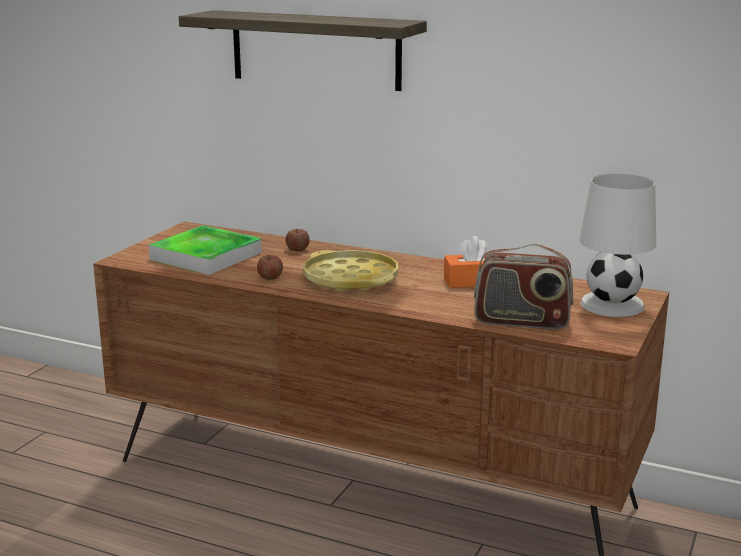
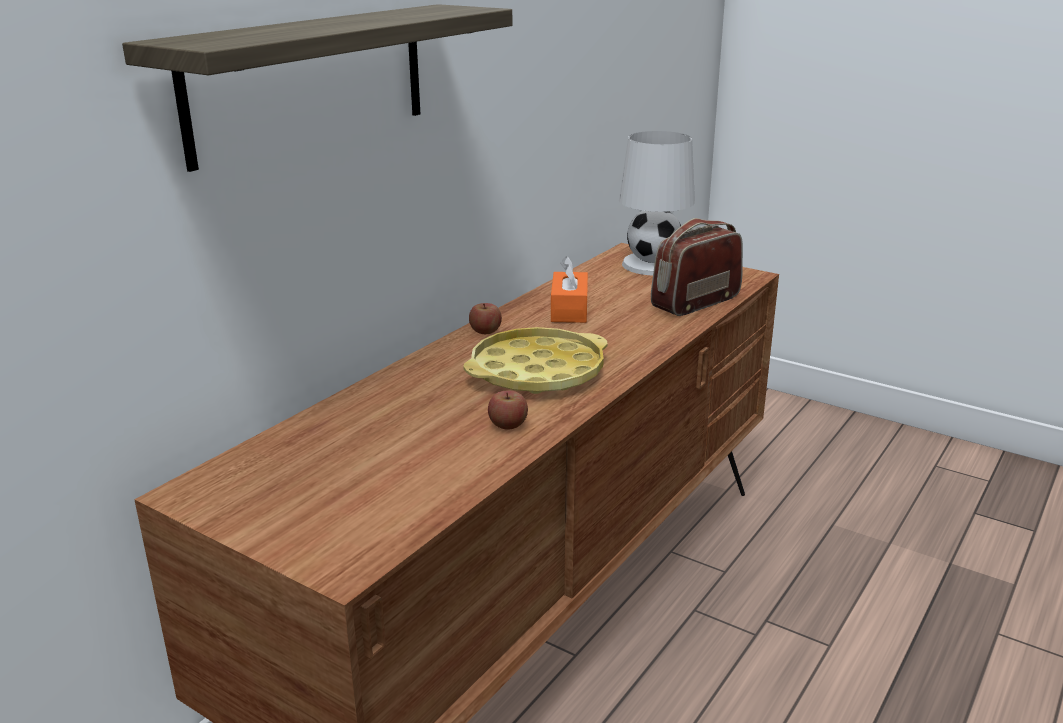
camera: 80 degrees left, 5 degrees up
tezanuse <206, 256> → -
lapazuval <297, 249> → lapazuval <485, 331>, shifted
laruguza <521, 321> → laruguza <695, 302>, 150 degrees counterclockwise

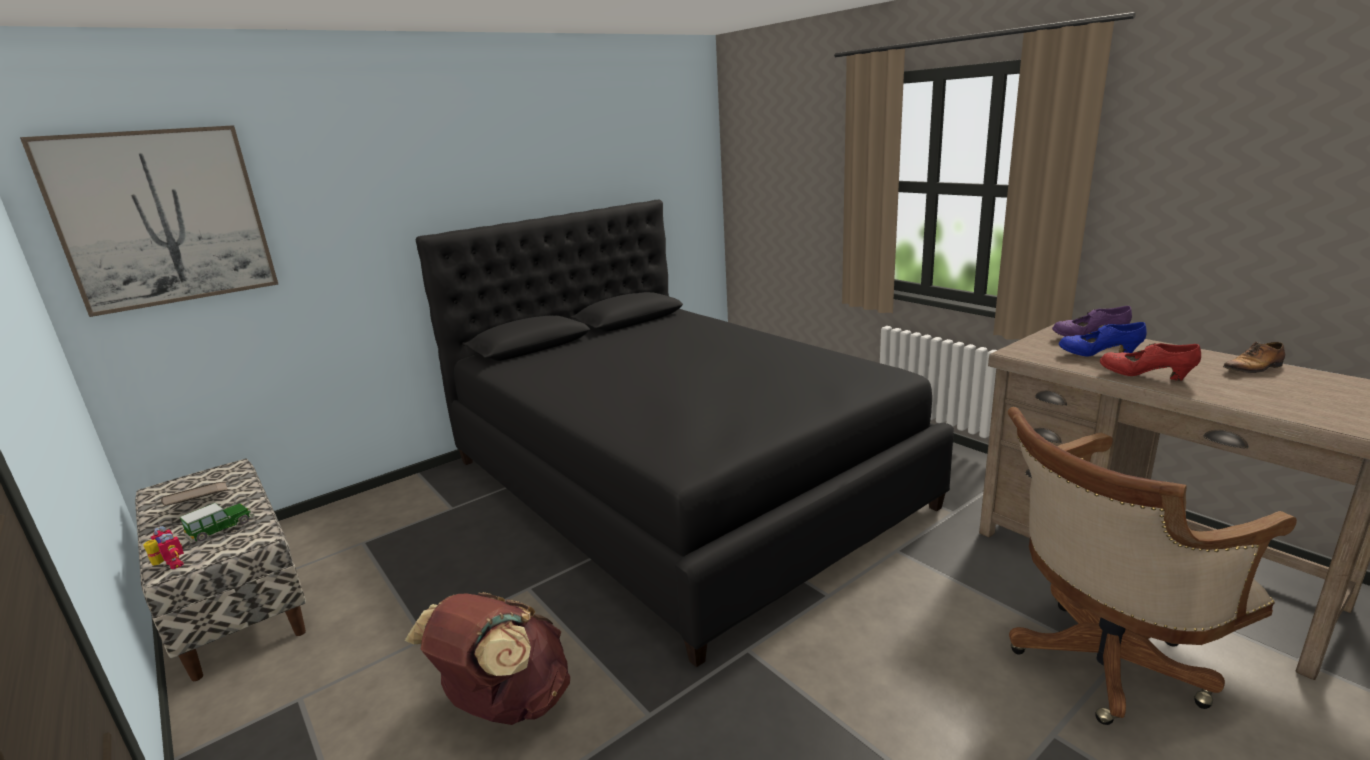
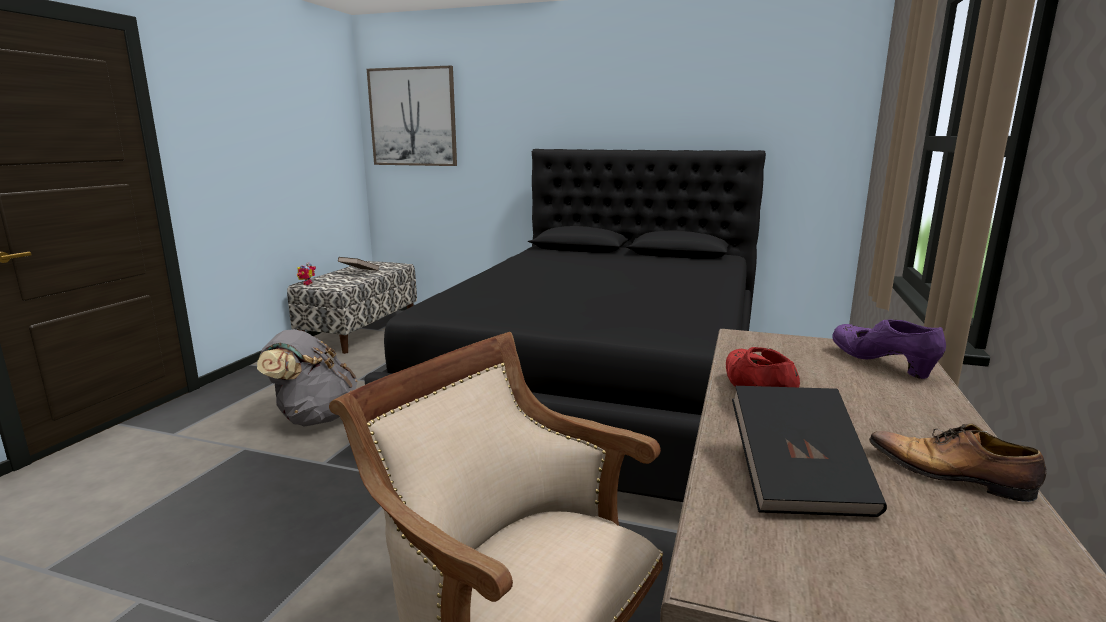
camera: 55 degrees right, 5 degrees down
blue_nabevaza <1098, 355> → -
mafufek <221, 528> → -
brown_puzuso <506, 704> → grey_puzuso <314, 418>
- → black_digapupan <798, 480>

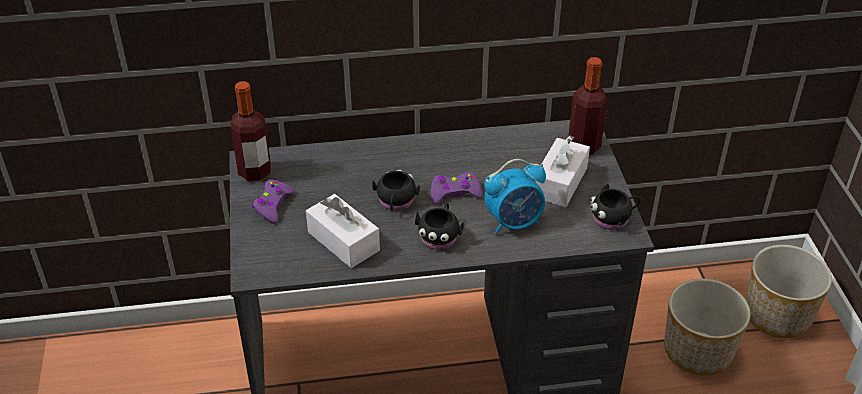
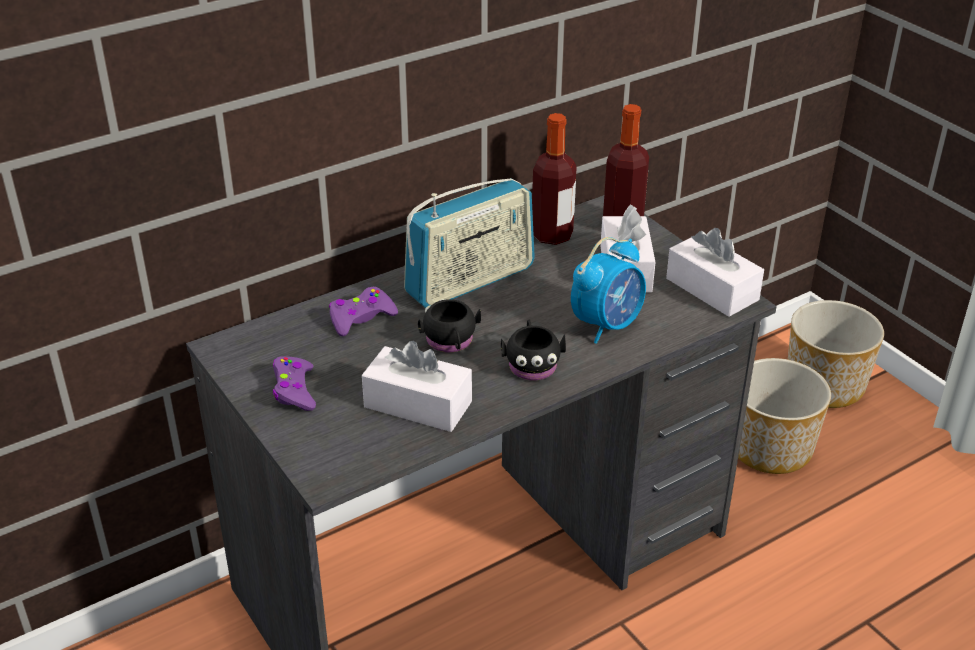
camera: 25 degrees left, 5 degrees down
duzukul <255, 172> → duzukul <552, 235>, shifted
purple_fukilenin <454, 193> → purple_fukilenin <361, 318>, shifted
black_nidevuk <613, 218> → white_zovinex <712, 289>
- → laruguza <470, 281>

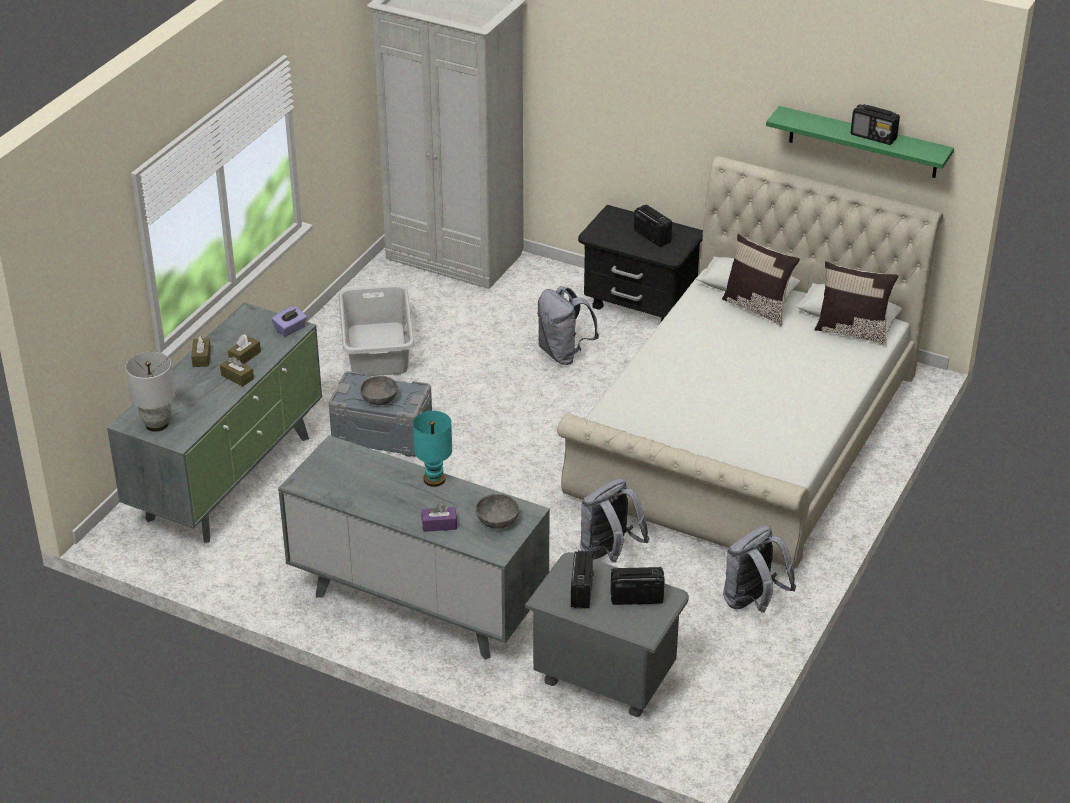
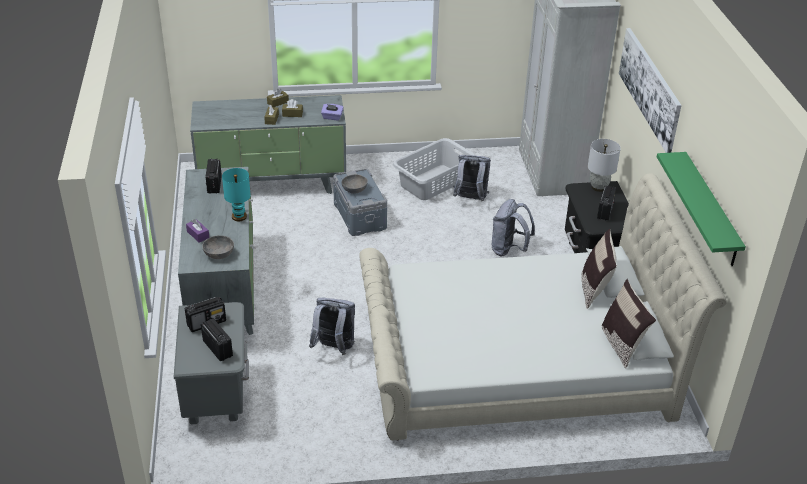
camera: 55 degrees right, 0 degrees up
laruguza <874, 137> → laruguza <214, 185>, shifted
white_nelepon <156, 424> → white_nelepon <598, 187>, shifted
grey_puzuso <753, 602> → grey_puzuso <470, 199>, shifted
- → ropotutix <649, 88>

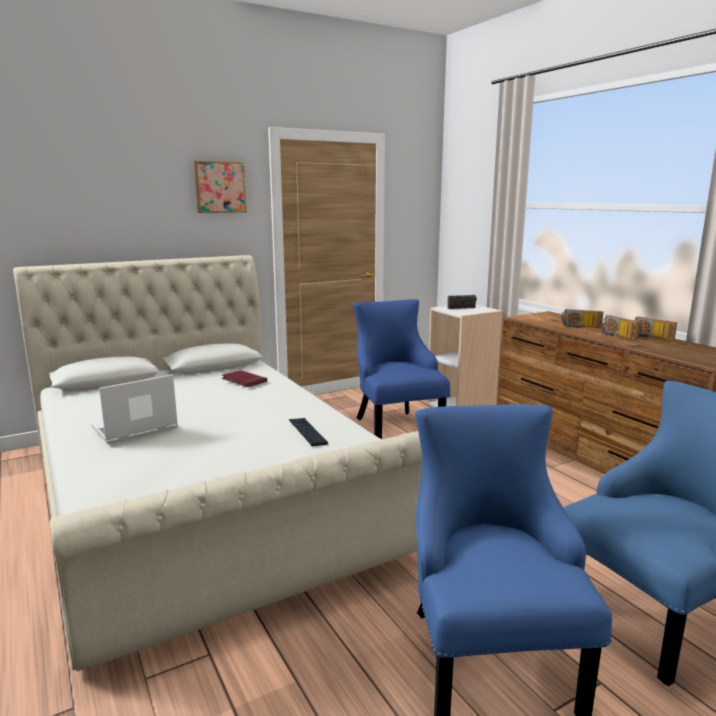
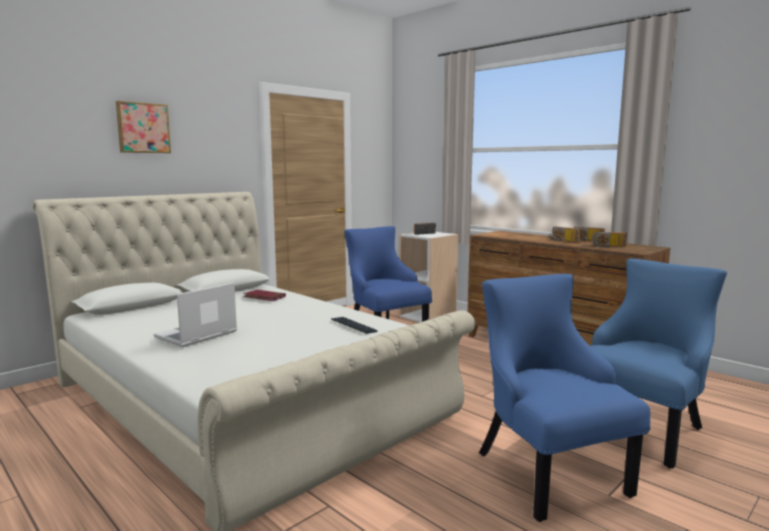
camera: 15 degrees left, 5 degrees down
ropotutix <220, 187> → ropotutix <143, 128>, shifted
laruguza <580, 327> → laruguza <609, 246>, shifted

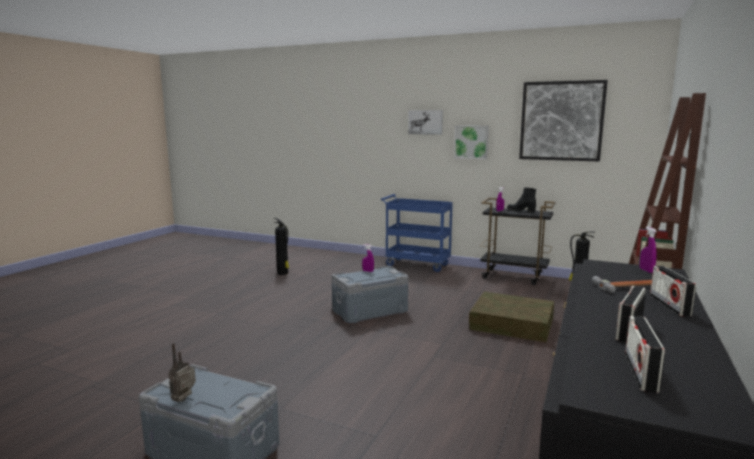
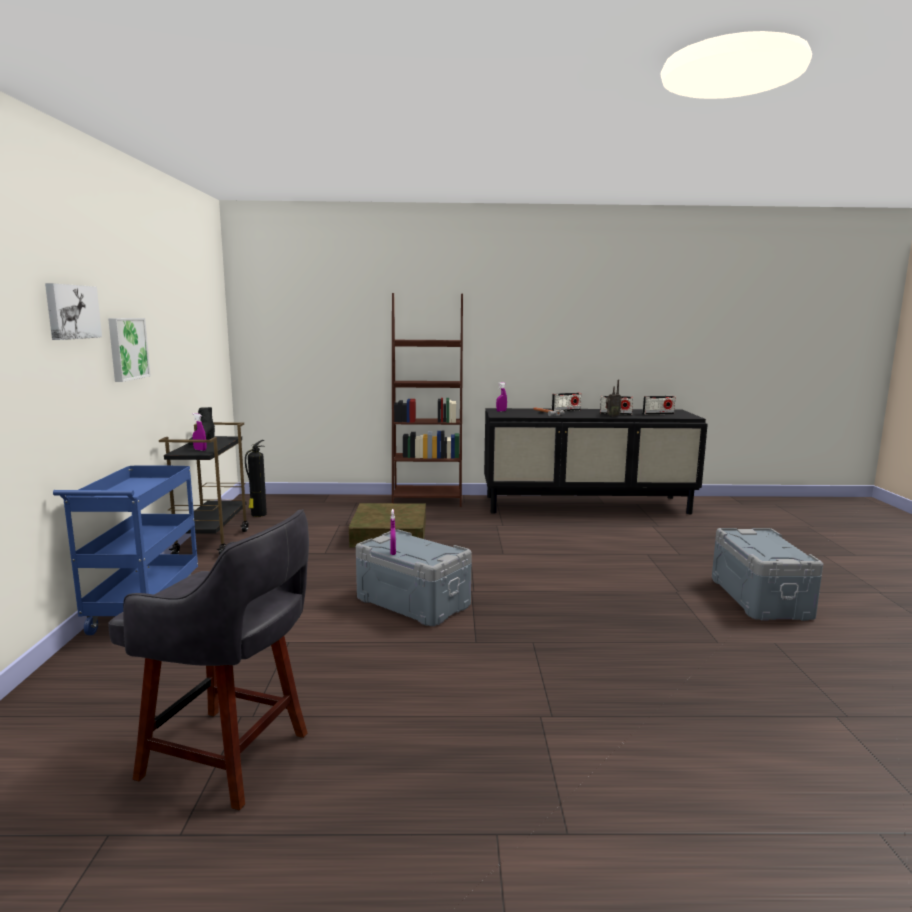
camera: 115 degrees left, 0 degrees up
ropotutix <561, 121> → -
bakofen <283, 273> → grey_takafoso <230, 758>
laruguza <185, 400> → laruguza <612, 416>, shifted

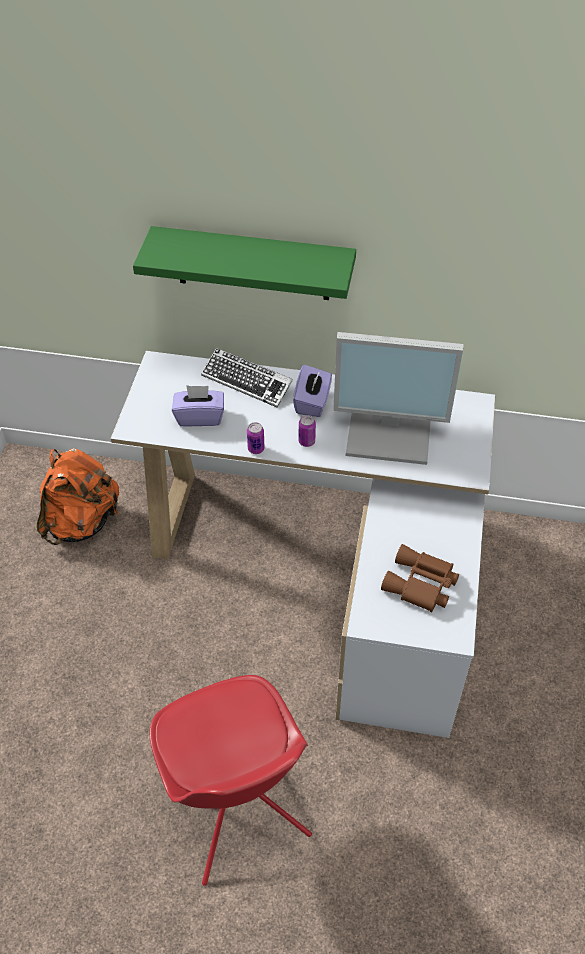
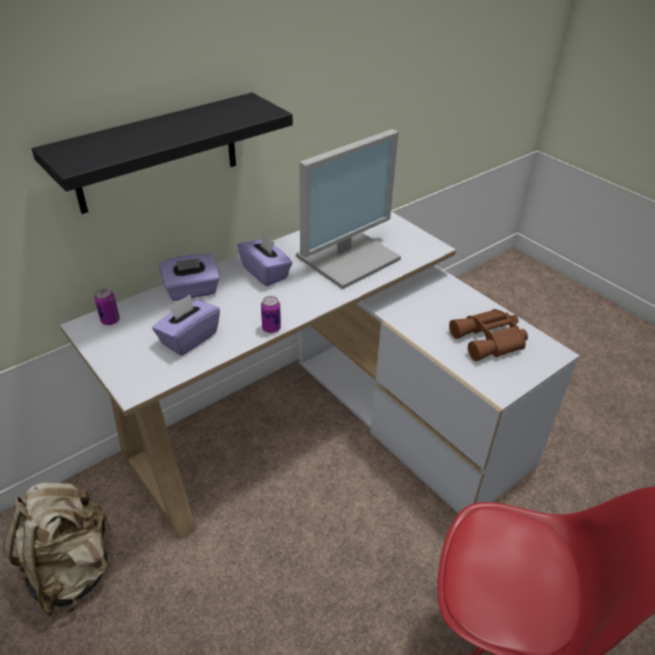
camera: 50 degrees left, 10 degrees down
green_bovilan <253, 264> → black_bovilan <157, 153>
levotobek <247, 381> → purple_zovinex <192, 291>
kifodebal <306, 441> → kifodebal <110, 320>, shifted
orange_puzuso <82, 522> → beige_puzuso <71, 570>

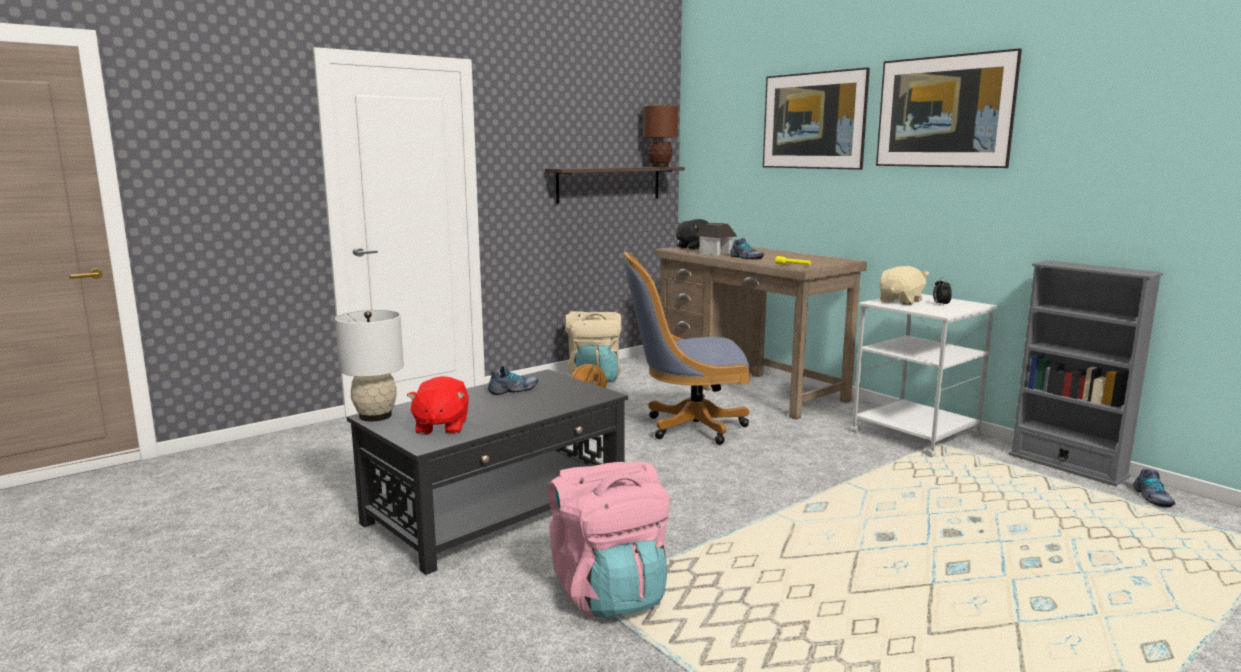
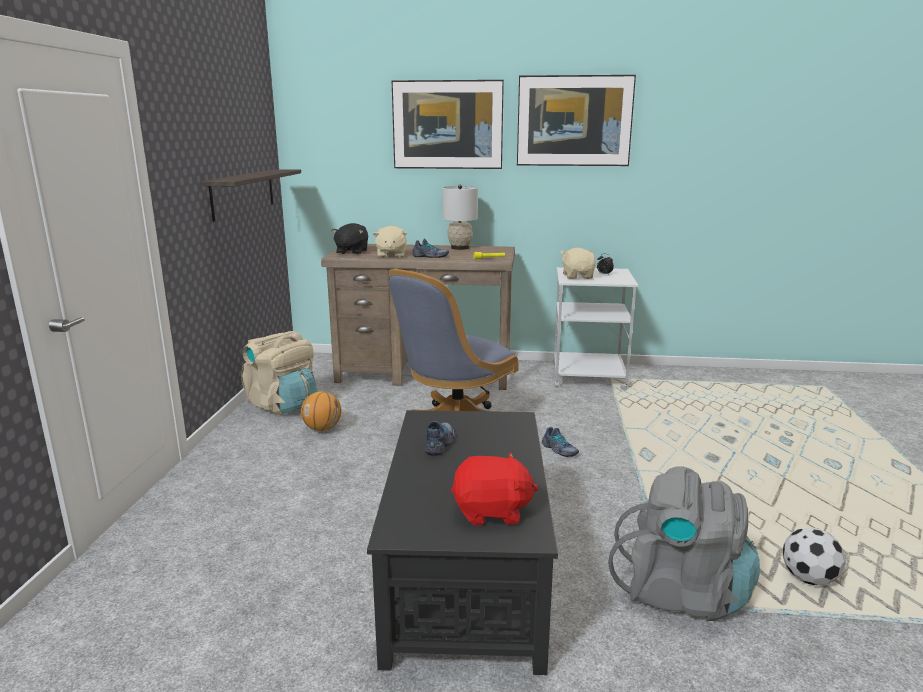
camera: 45 degrees left, 5 degrees up
brown_nelepon <659, 166> → -
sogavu <715, 253> → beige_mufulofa <391, 255>
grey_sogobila <1067, 465> → -
white_nelepon <375, 416> → white_nelepon <460, 248>, shifted
red_mufulofa <441, 427> → red_mufulofa <492, 512>, 45 degrees counterclockwise
pink_puzuso <609, 592> → grey_puzuso <681, 592>
nabevaza <1152, 498> → nabevaza <559, 450>, shifted
- → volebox <808, 579>

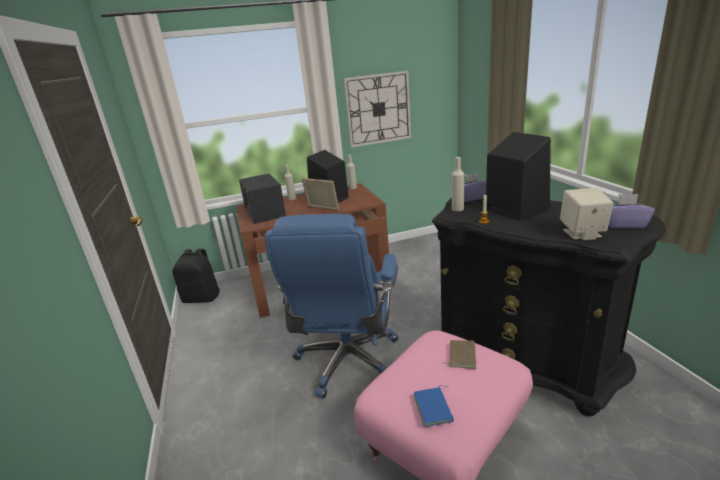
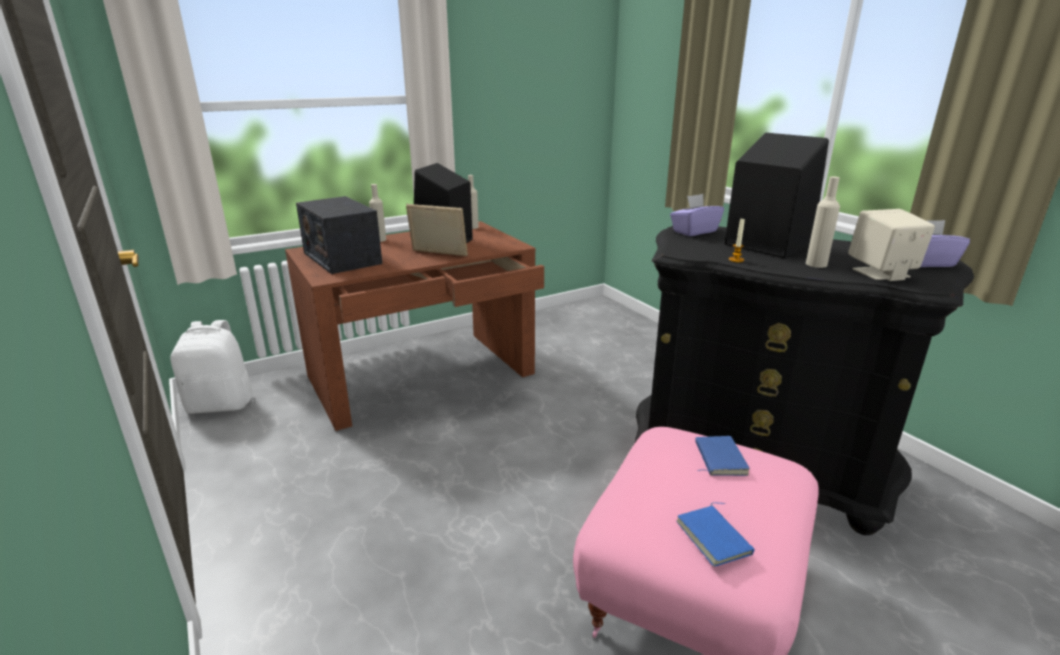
camera: 15 degrees left, 0 degrees up
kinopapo <378, 109> → -
beige_duzukul <457, 209> → beige_duzukul <816, 264>, shifted
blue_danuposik <348, 360> → -
black_puzuso <202, 298> → white_puzuso <221, 404>
brown_digapupan <461, 355> → blue_digapupan <718, 458>

